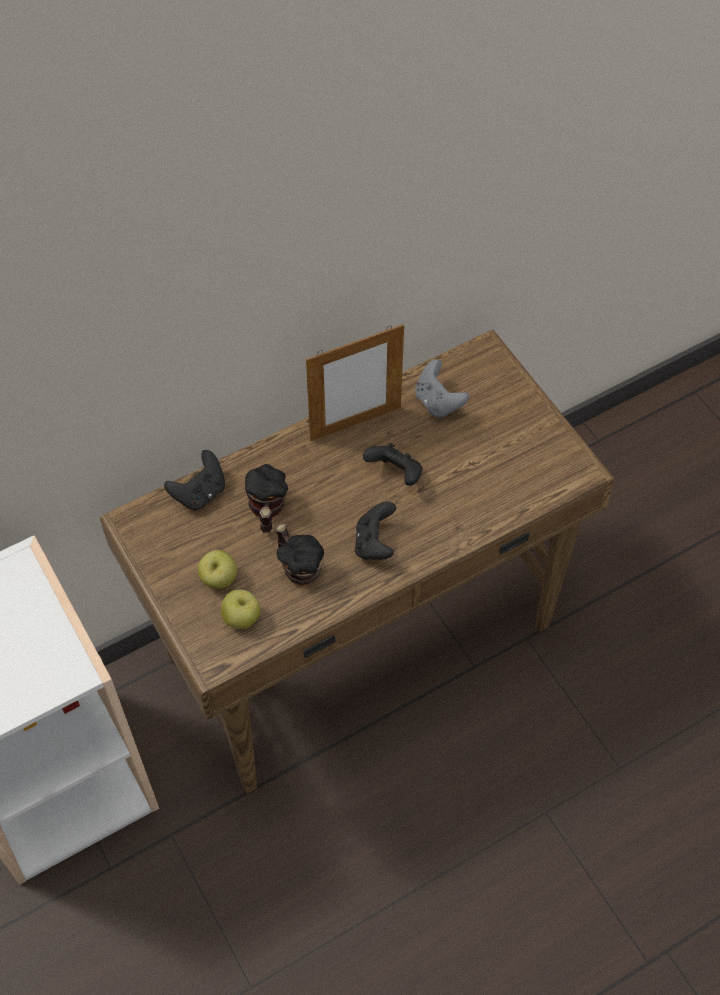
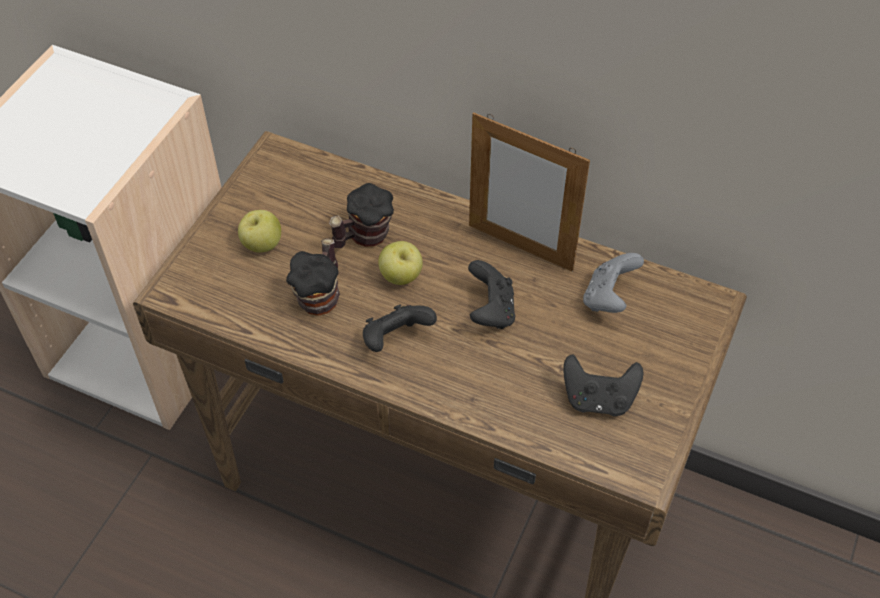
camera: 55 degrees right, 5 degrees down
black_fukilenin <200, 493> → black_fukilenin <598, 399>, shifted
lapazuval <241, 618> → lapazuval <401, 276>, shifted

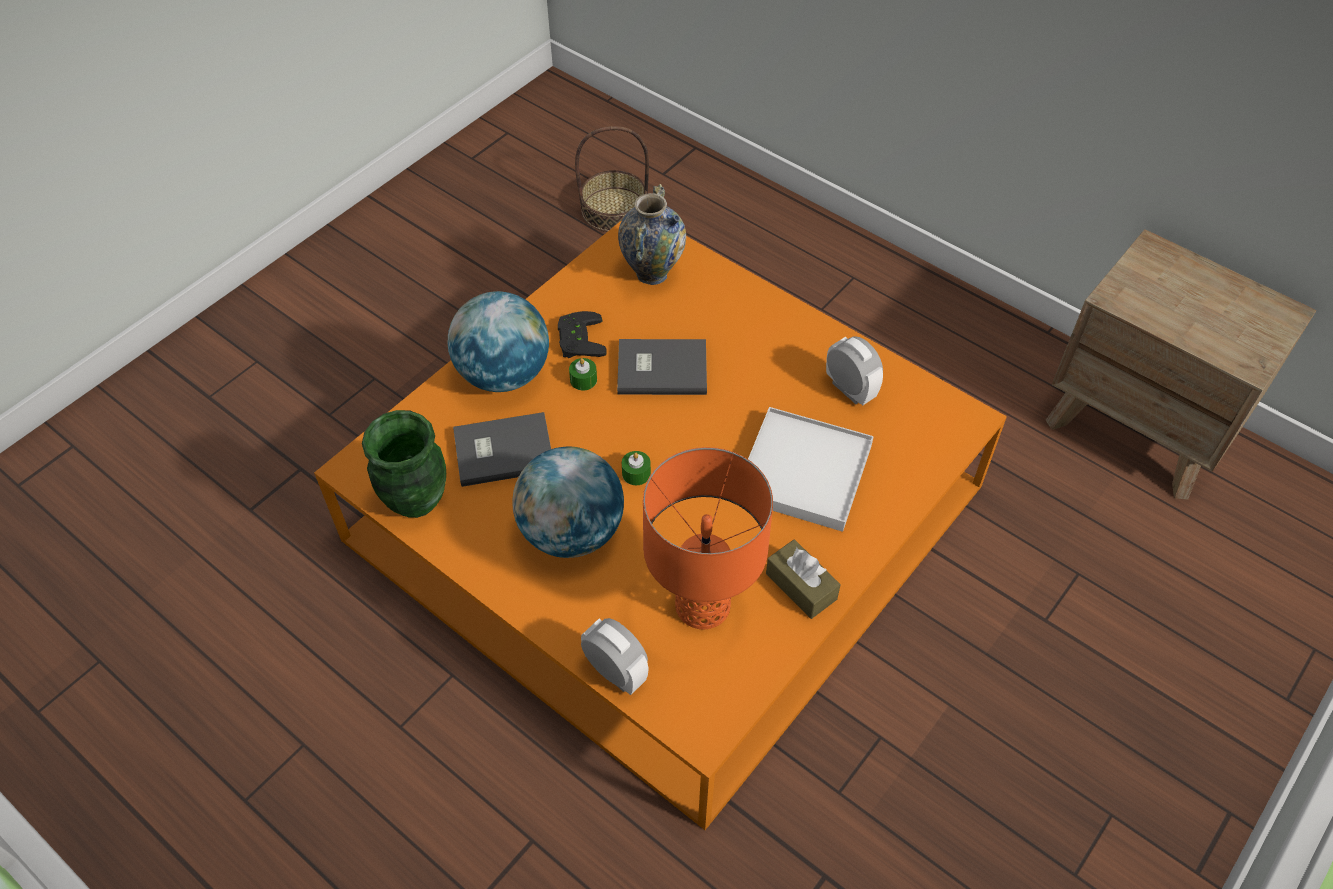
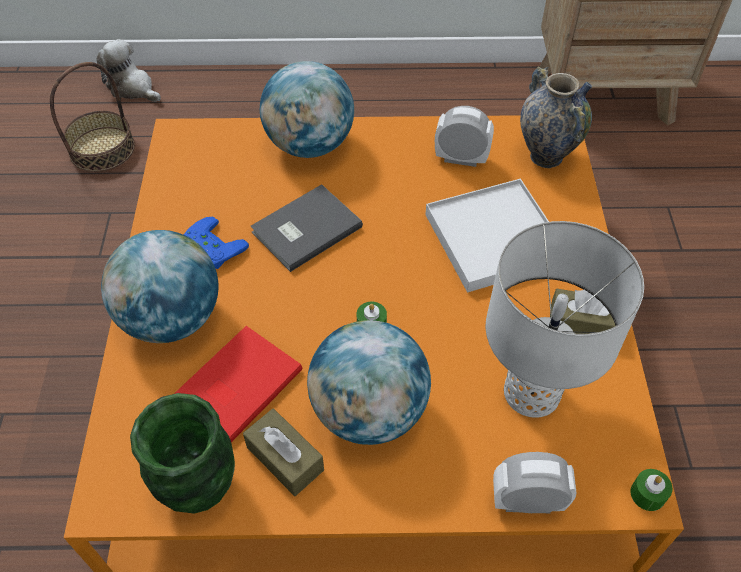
camera: 40 degrees left, 0 degrees up
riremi <652, 273> → riremi <546, 156>, shifted
black_fukilenin <577, 339> → blue_fukilenin <210, 249>
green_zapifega <583, 380> → green_zapifega <647, 494>, shifted
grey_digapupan <502, 450> → red_digapupan <236, 384>
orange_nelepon <702, 604> → white_nelepon <530, 392>
- → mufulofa <132, 88>
- → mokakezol <309, 145>
- → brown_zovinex <285, 458>

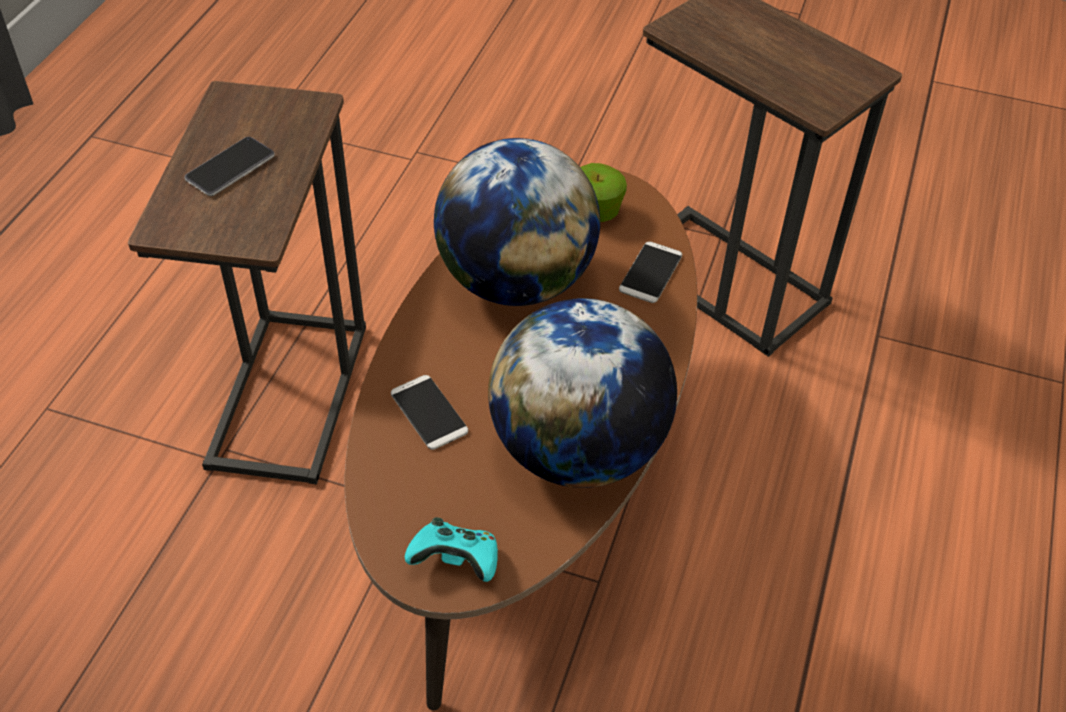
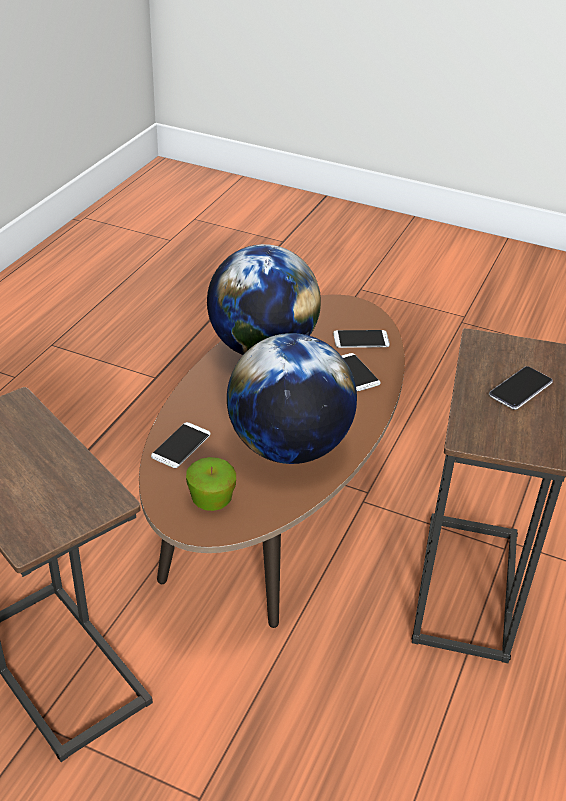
camera: 175 degrees left, 10 degrees down
turquoise_fukilenin <456, 562> → -
- → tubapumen <361, 340>

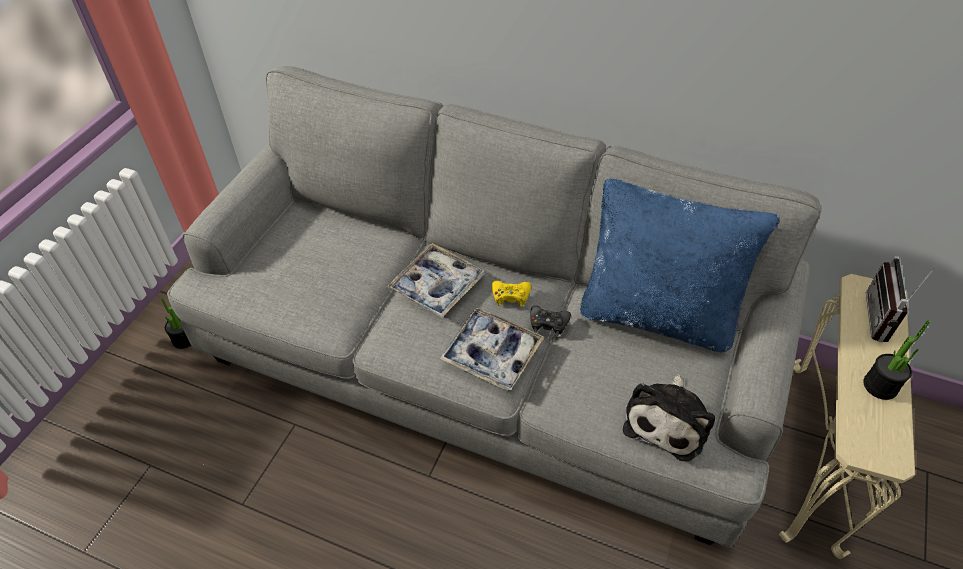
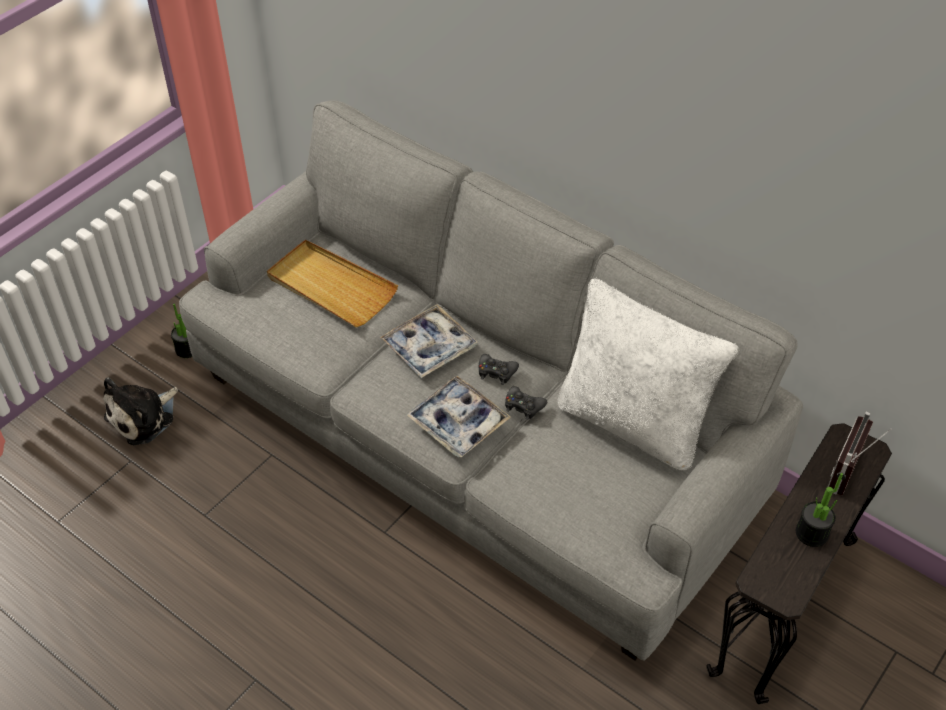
camera: 15 degrees right, 0 degrees up
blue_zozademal <657, 320> → white_zozademal <632, 426>
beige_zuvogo <815, 455> → black_zuvogo <783, 607>
yellow_fukilenin <510, 296> → black_fukilenin <496, 372>
mufulofa <668, 421> → mufulofa <143, 417>, shifted
- → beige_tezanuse <331, 287>

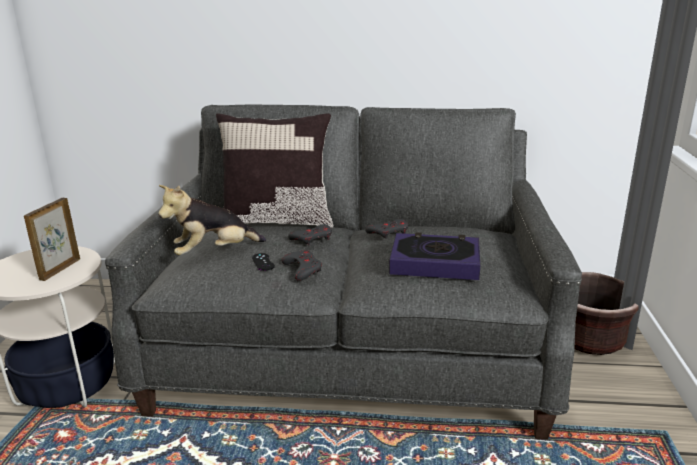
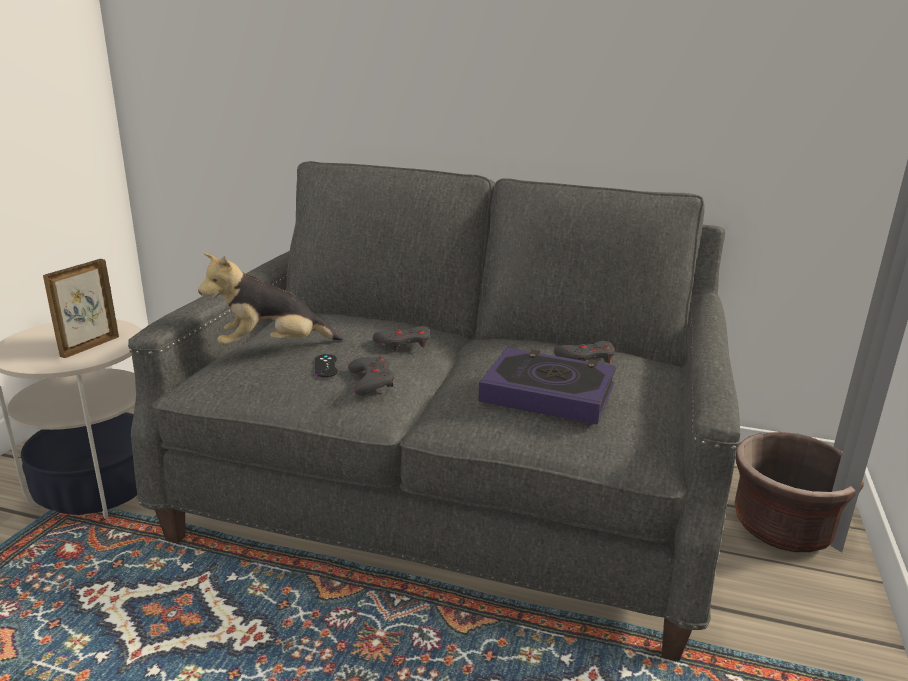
camera: 10 degrees right, 0 degrees up
zozademal <278, 221> → -
grey_fukilenin <389, 232> → grey_fukilenin <586, 358>, shifted

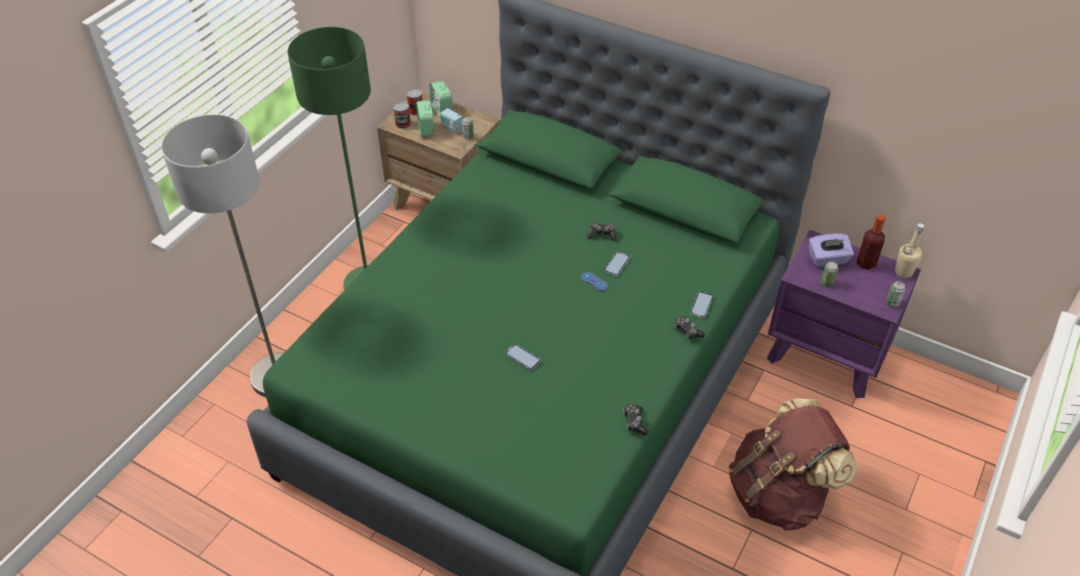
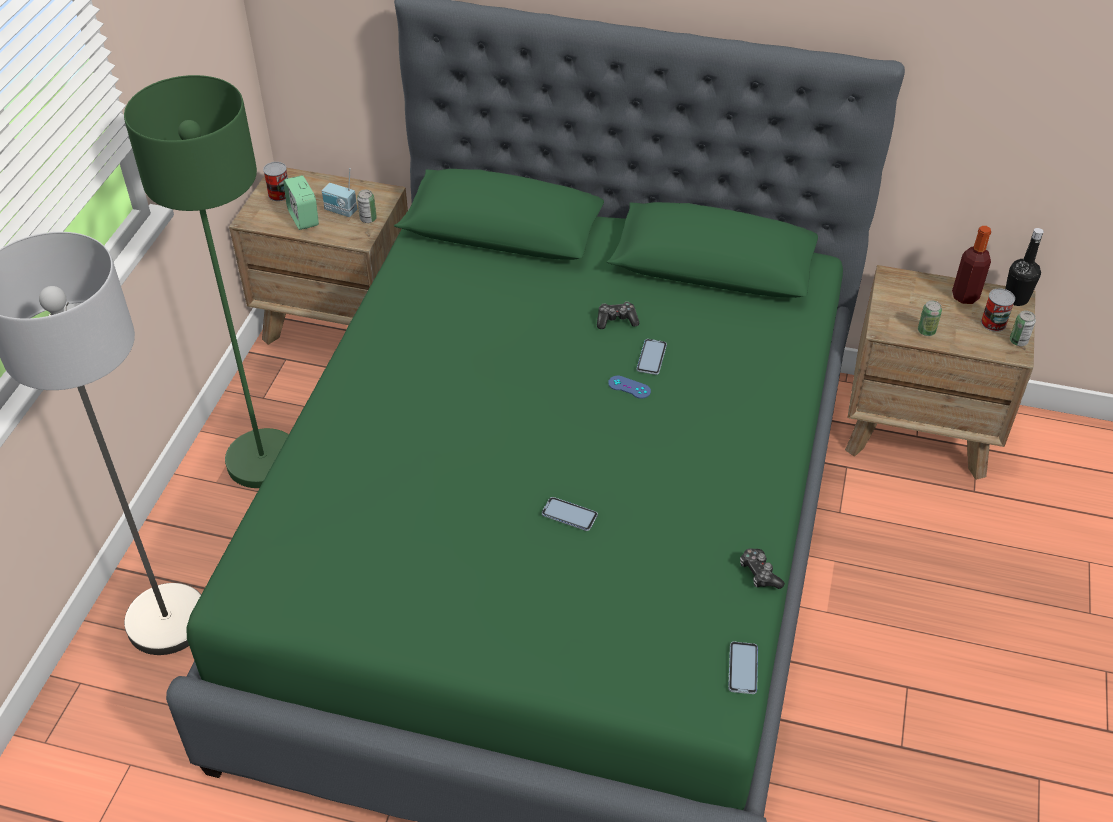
camera: 15 degrees left, 0 degrees up
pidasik <442, 109> → -
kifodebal <403, 124> → kifodebal <993, 323>, shifted
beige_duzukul <903, 272> → black_duzukul <1016, 298>
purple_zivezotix <827, 354> → brown_zivezotix <919, 429>
purple_zovinex <827, 259> → -
tubapumen <701, 305> → tubapumen <743, 668>, shifted
fukilenin <687, 331> → -
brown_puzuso <779, 494> → -

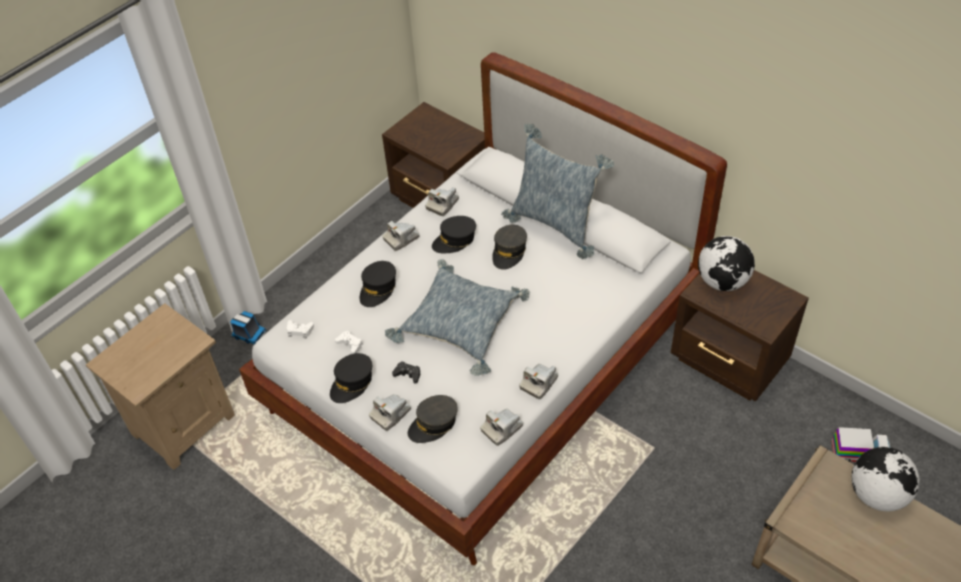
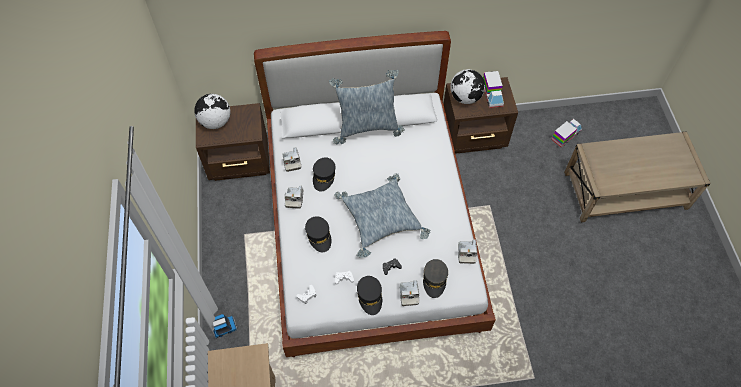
camera: 50 degrees left, 10 degrees up
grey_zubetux <509, 251> → -
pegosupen <539, 383> → -
mokakezol <876, 494> → mokakezol <215, 122>, shifted
- → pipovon <492, 94>

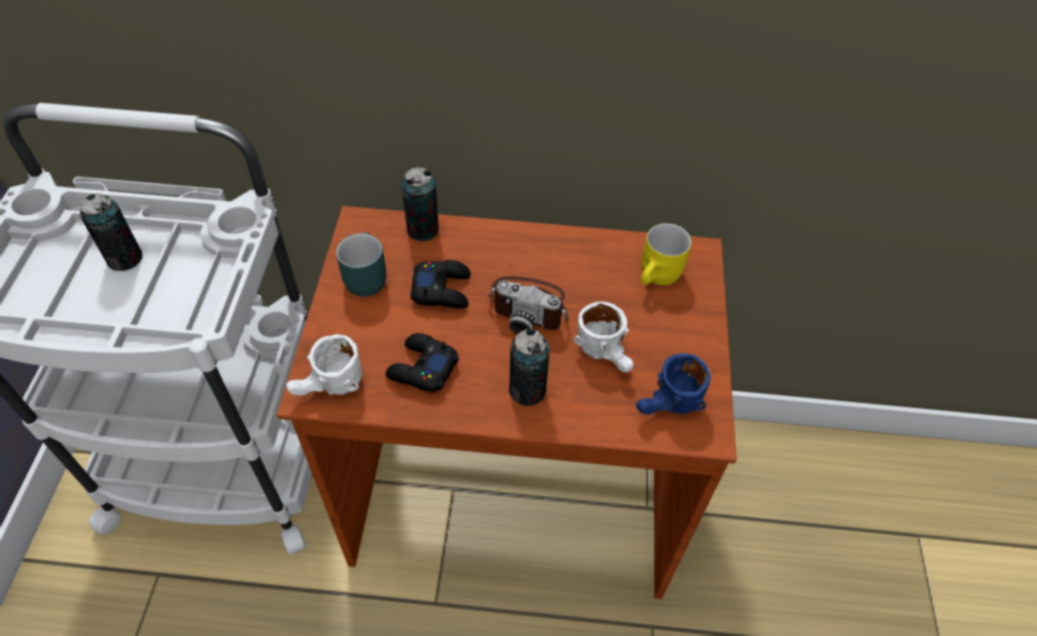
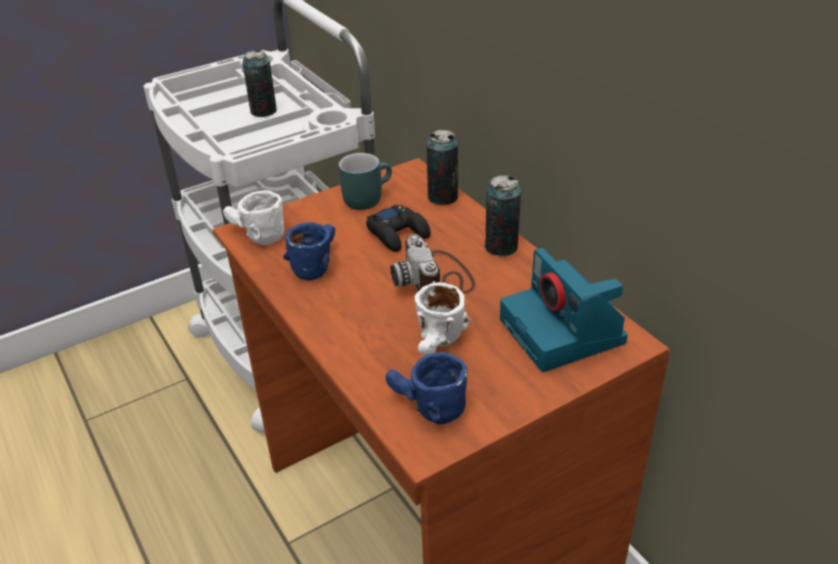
camera: 55 degrees right, 15 degrees down
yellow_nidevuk <659, 277> → pegosupen <564, 332>
kifodebal <527, 390> → kifodebal <501, 247>, shifted
black_fukilenin <422, 368> → blue_nidevuk <315, 263>

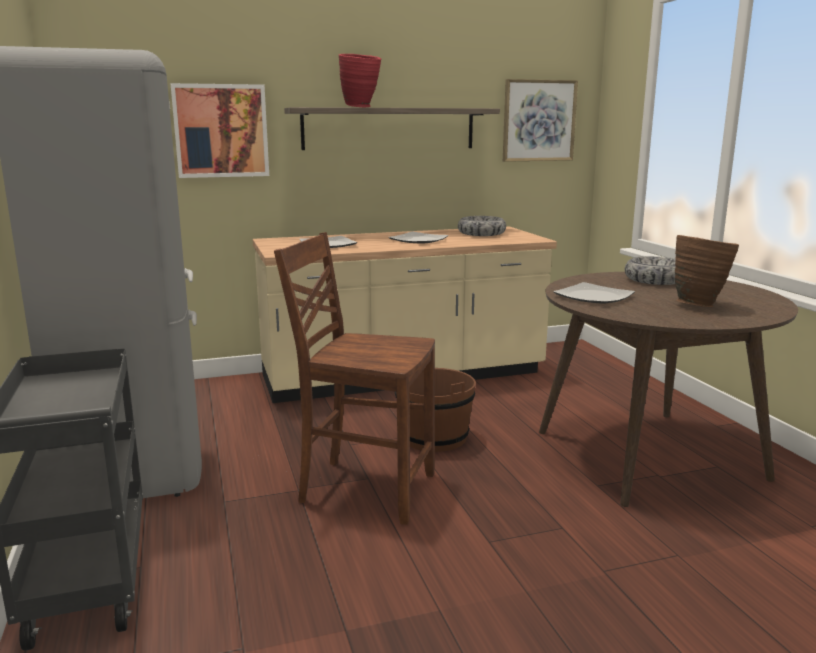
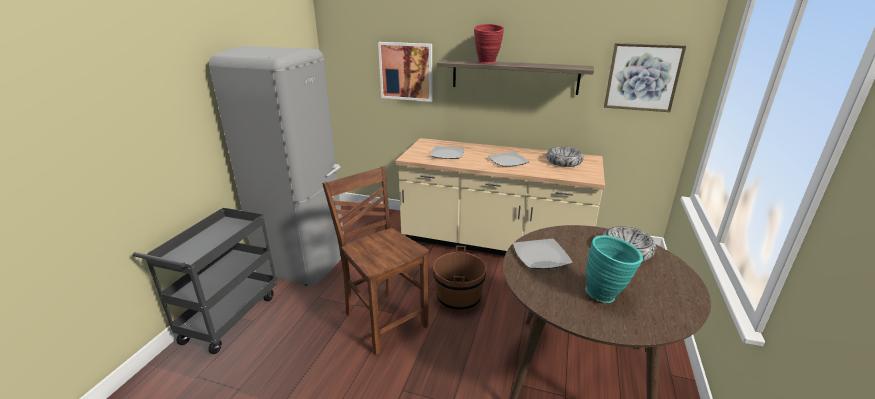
camera: 35 degrees right, 10 degrees up
brown_riremi <699, 305> → turquoise_riremi <606, 295>

